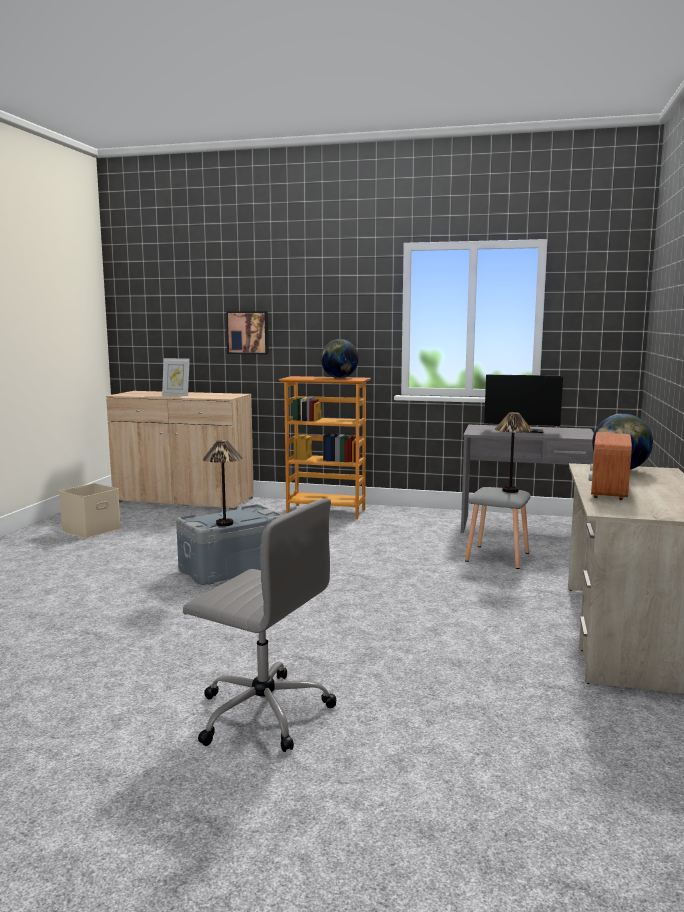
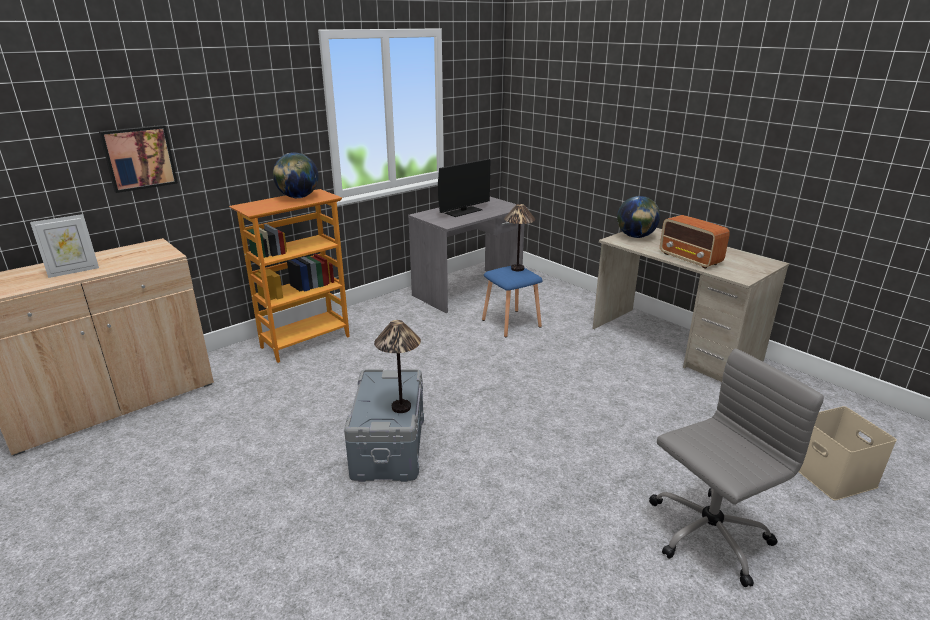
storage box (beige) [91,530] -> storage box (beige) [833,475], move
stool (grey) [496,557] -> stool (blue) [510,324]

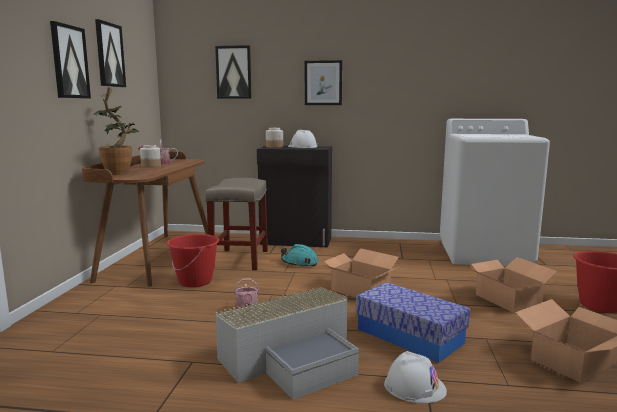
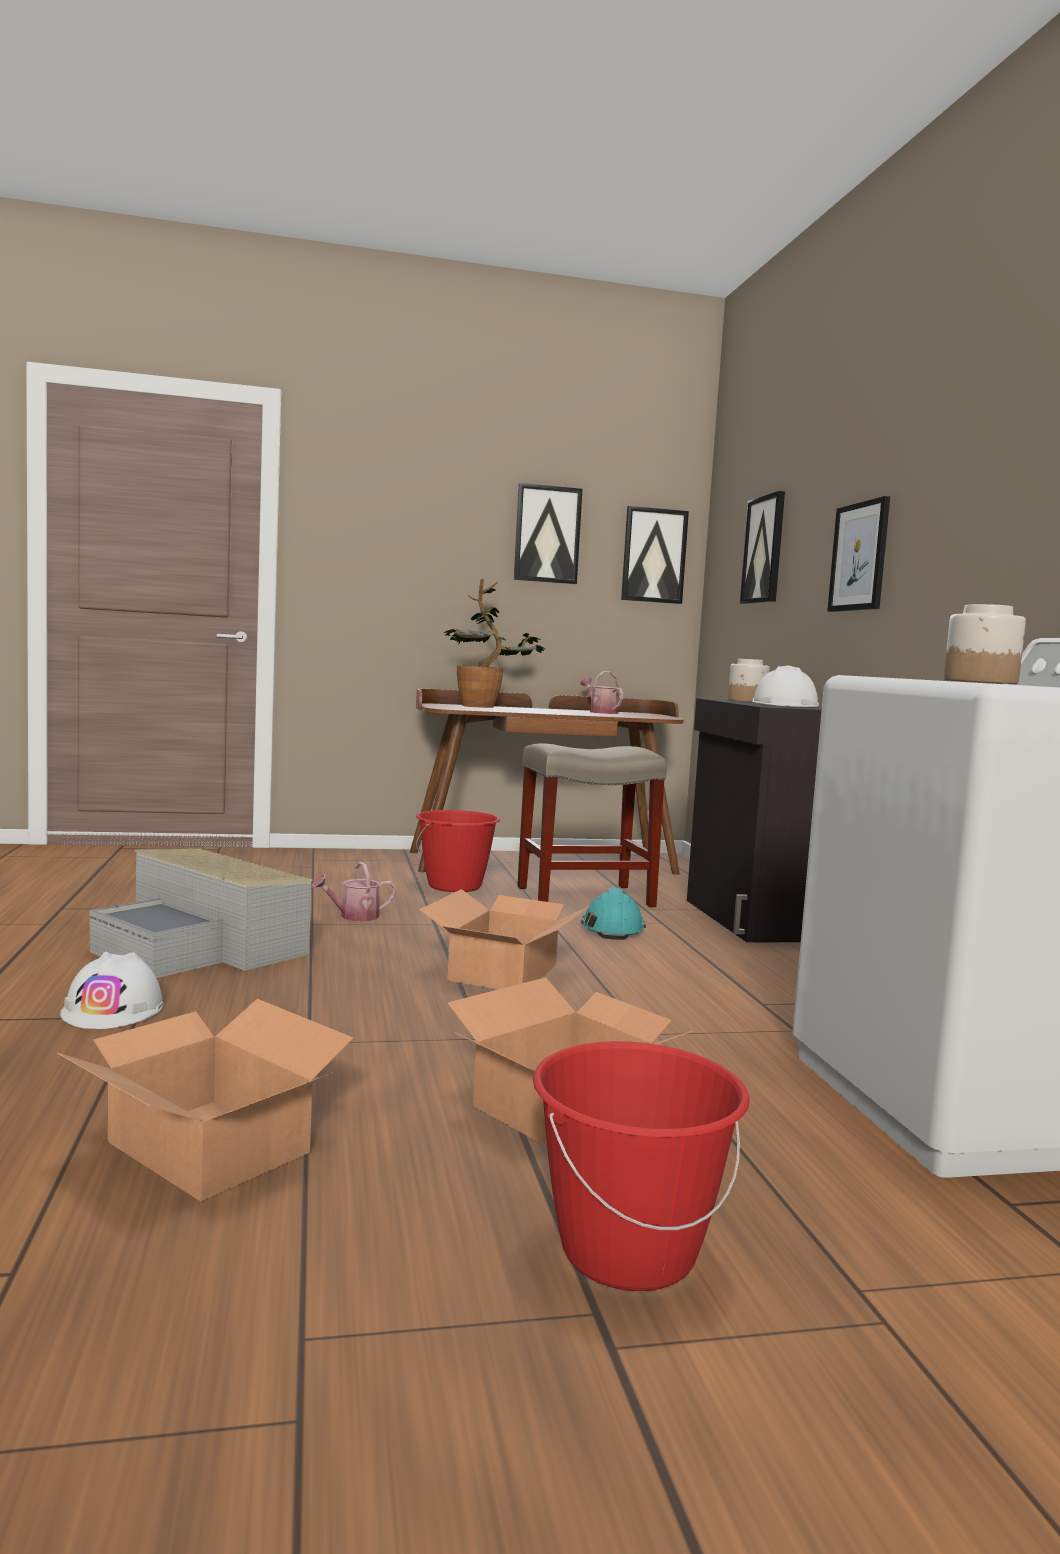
storage box [409,336] -> none
picture [69,62] -> picture [654,555], move
jar [151,166] -> jar [981,682], move

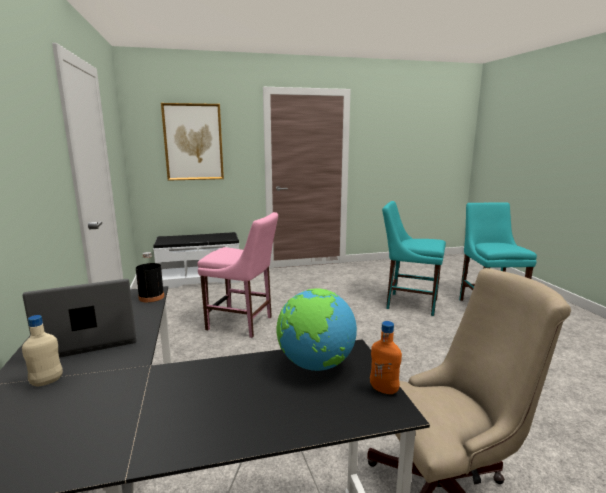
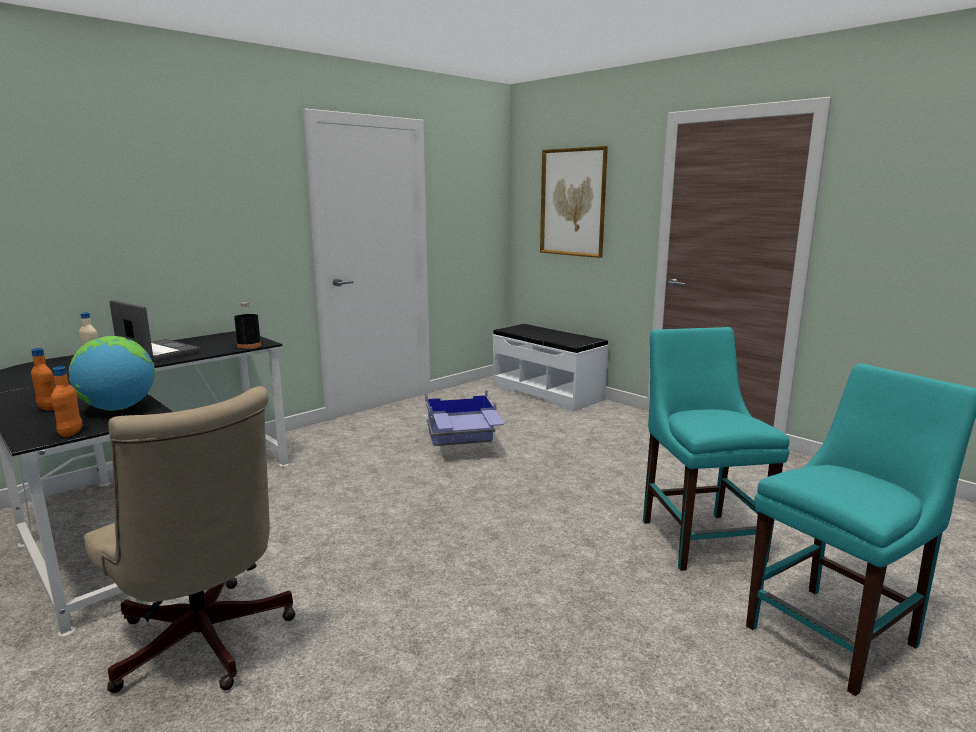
none -> bottle (orange) [48,408]
chair (pink) [242,324] -> storage box (blue) [463,445]

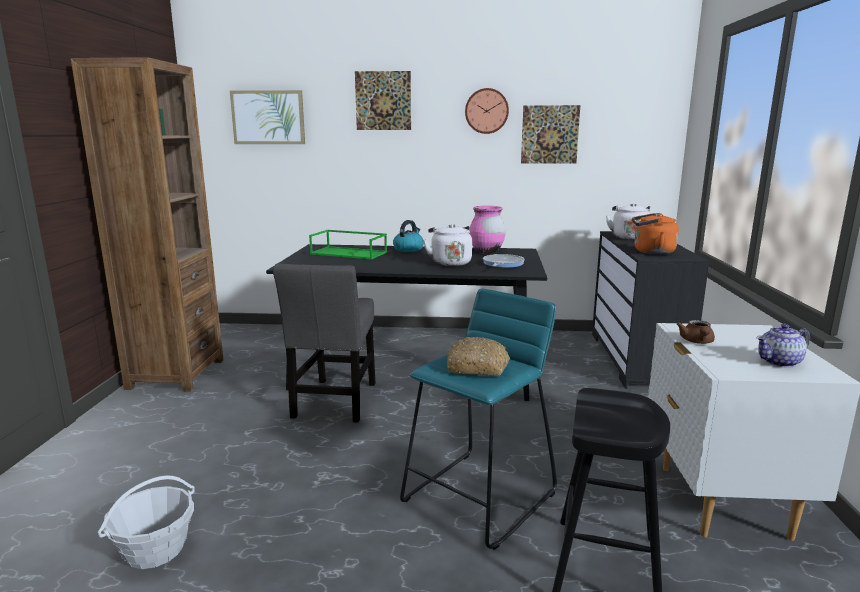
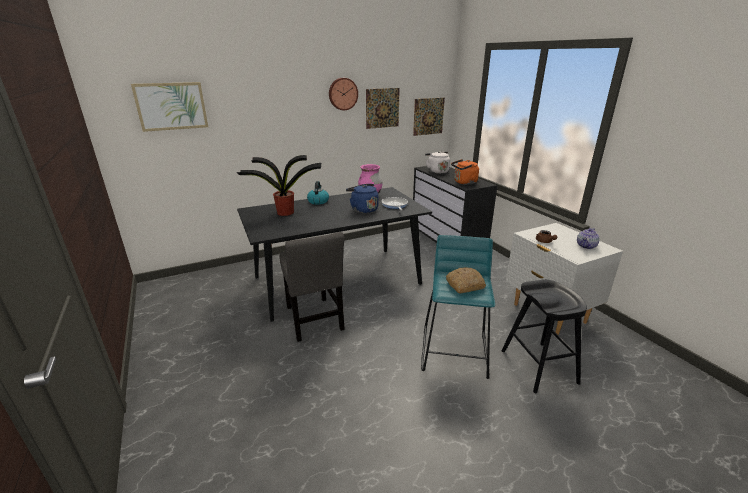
bookcase (brown) [176,374] -> none
basket [155,550] -> none
picture [383,101] -> picture [428,116], move
tray (green) [350,253] -> potted plant [284,212]
kettle (white) [450,262] -> kettle (blue) [363,209]

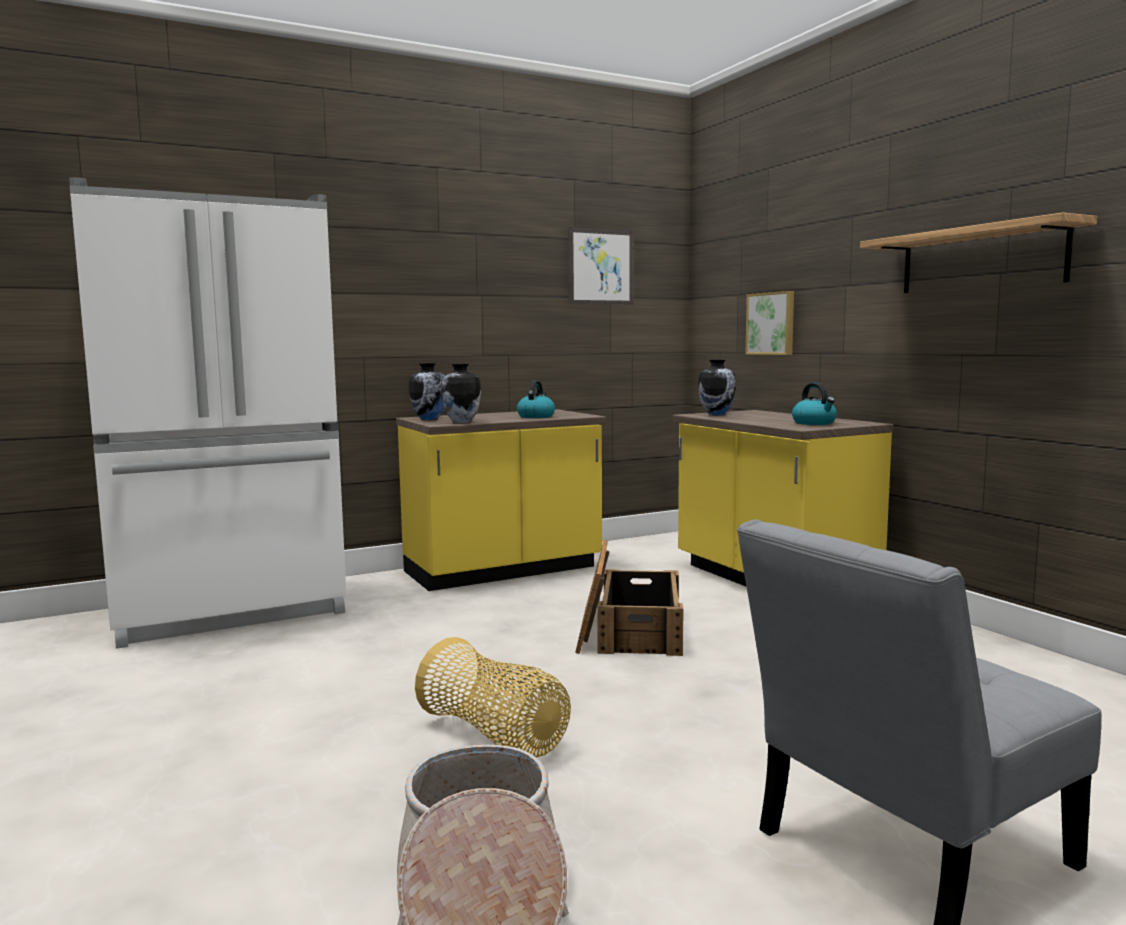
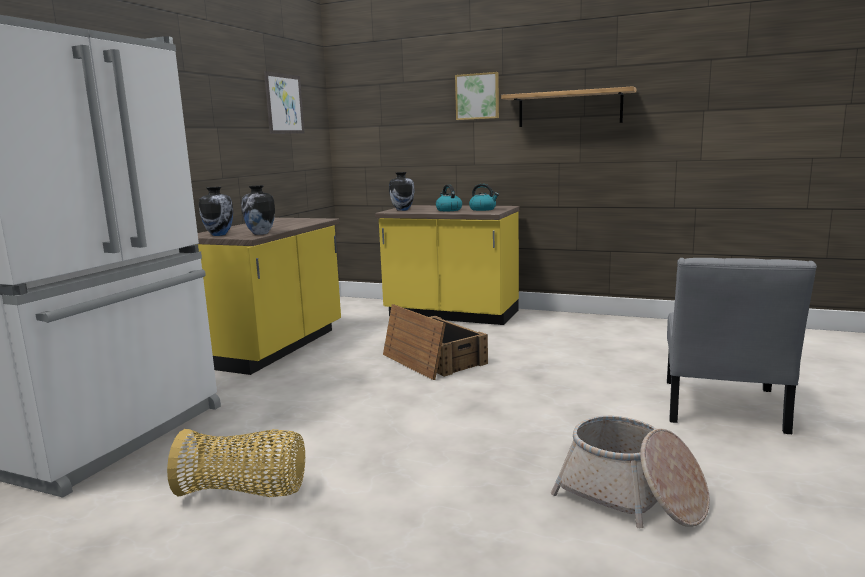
basket [495,736] -> basket [245,492], move
kettle [536,416] -> kettle [448,210], move
picture [771,323] -> picture [477,96], move

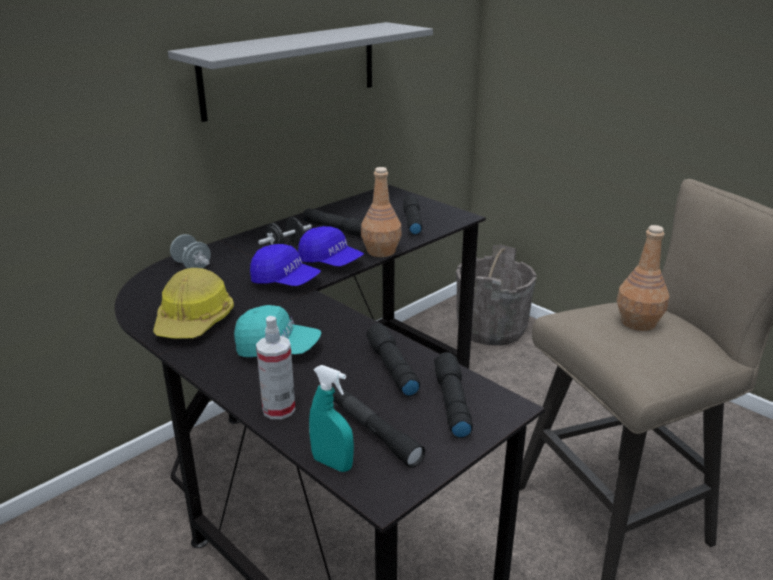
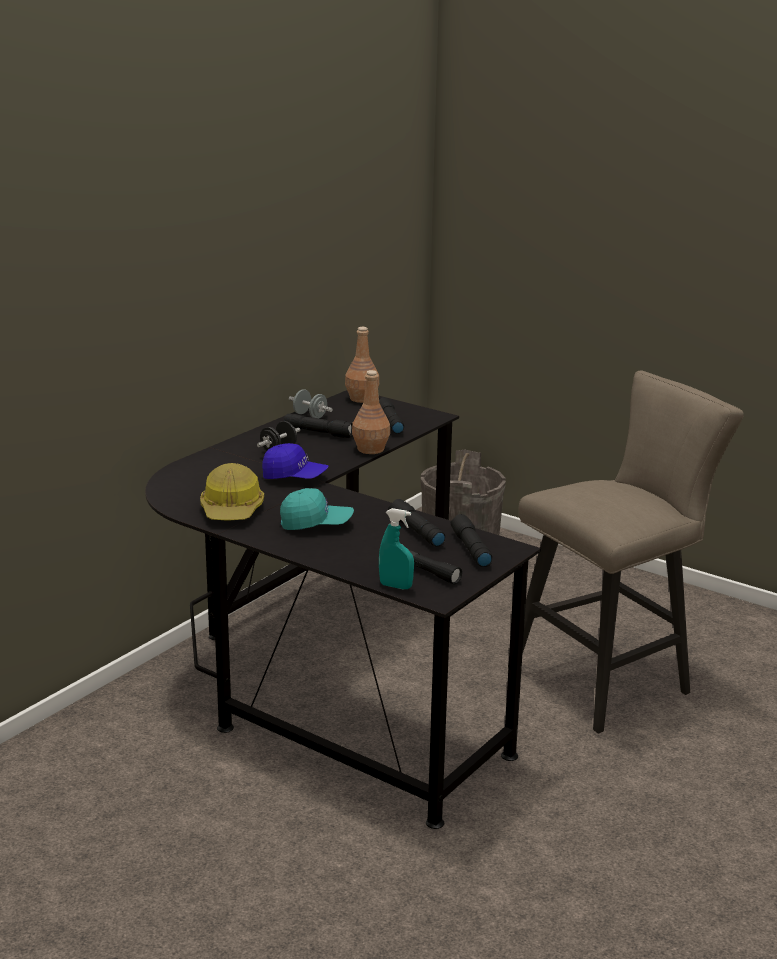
shelf (grey) [291,69] -> none
spray bottle [278,409] -> none
cap (blue) [331,262] -> none
dumbbell (grey) [192,266] -> dumbbell (grey) [310,416], move
bottle (brown) [638,322] -> bottle (brown) [362,399], move

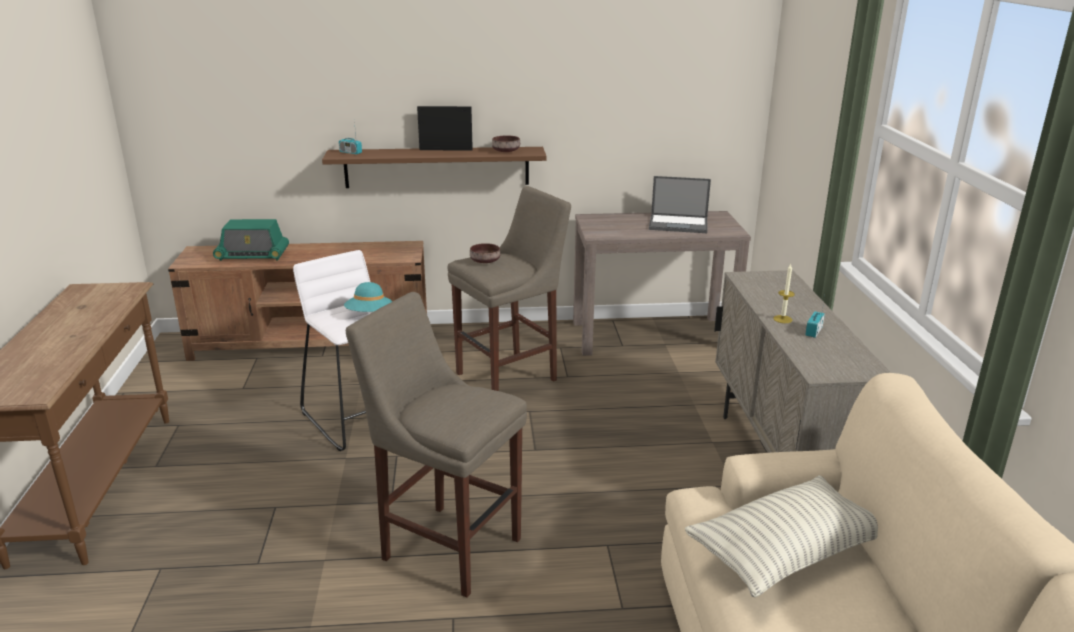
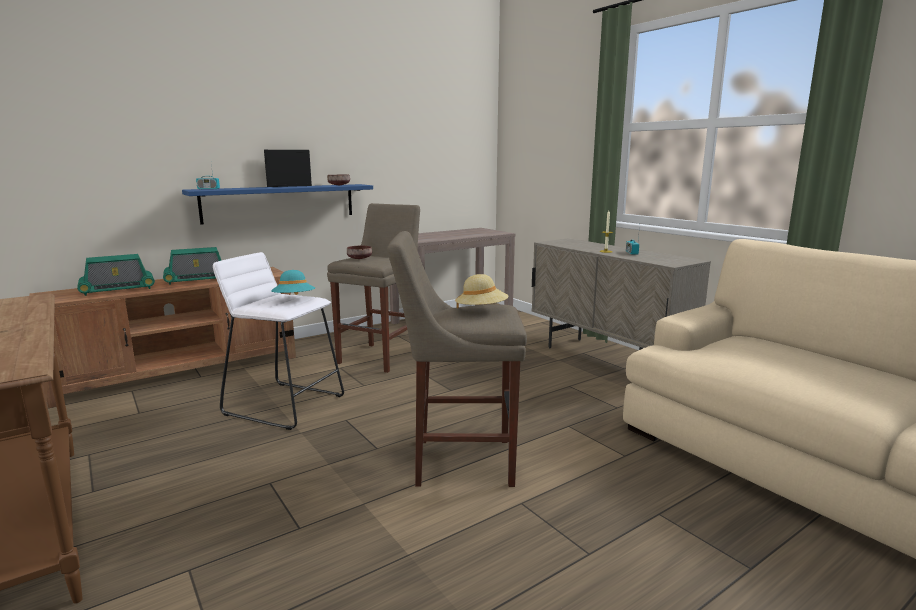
laptop [679,224] -> none
pillow [787,552] -> none
none -> radio [198,279]
none -> hat (beige) [481,311]
shelf (brown) [437,167] -> shelf (blue) [280,203]

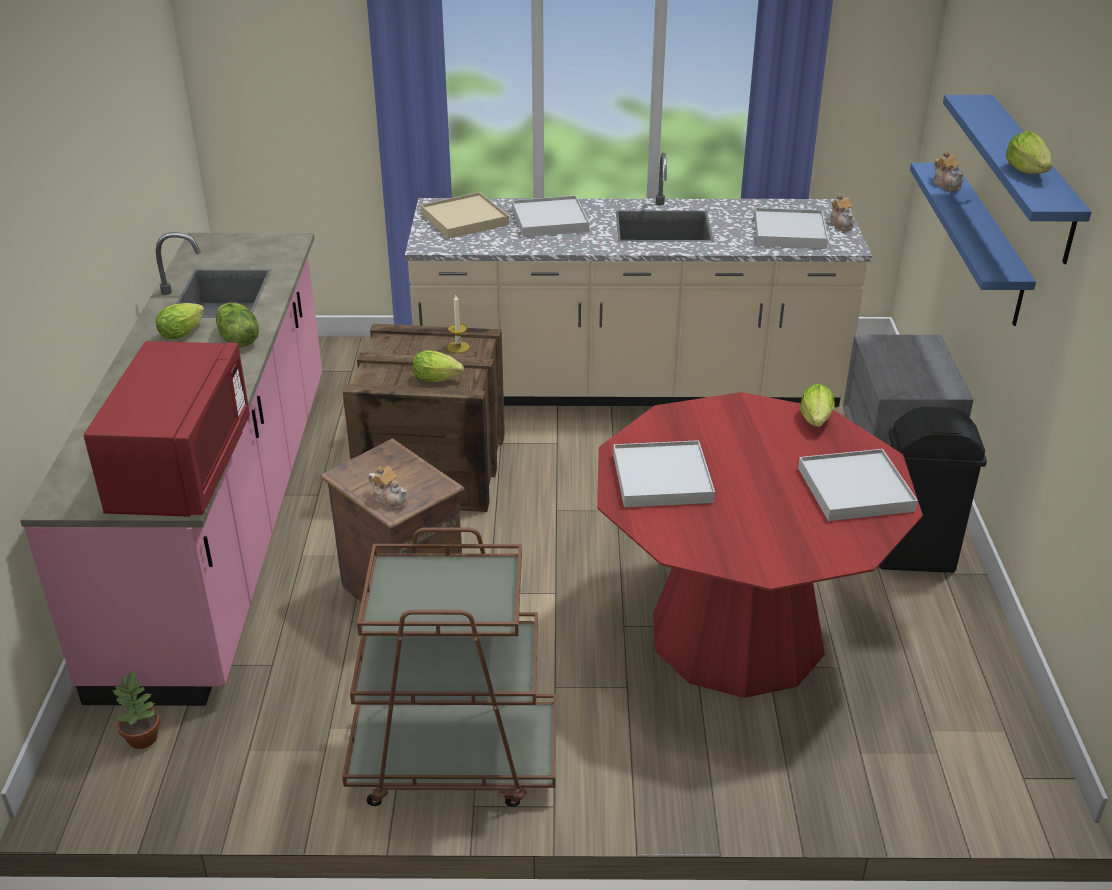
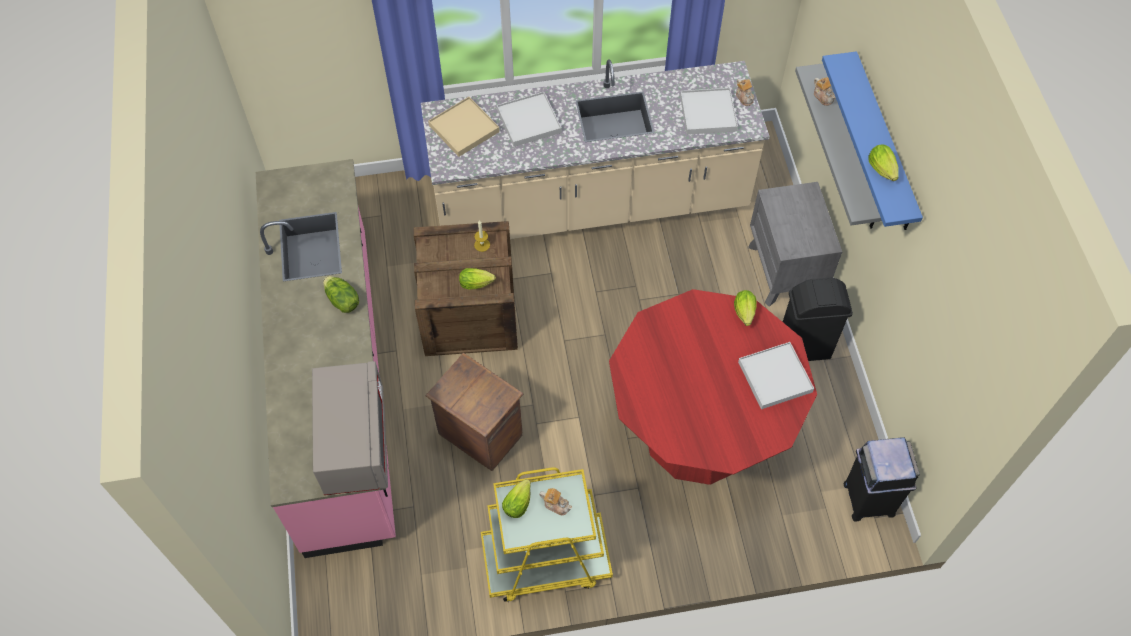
potted plant [144,738] -> none
tray (white) [661,478] -> none
none -> trash can (black) [868,498]
lettuce [184,332] -> lettuce [519,502], move
teapot [390,499] -> teapot [556,504], move
microwave (red) [182,469] -> microwave (grey) [355,442]
cart (brown) [453,759] -> cart (yellow) [545,560]
shelf (blue) [986,243] -> shelf (grey) [851,149]

